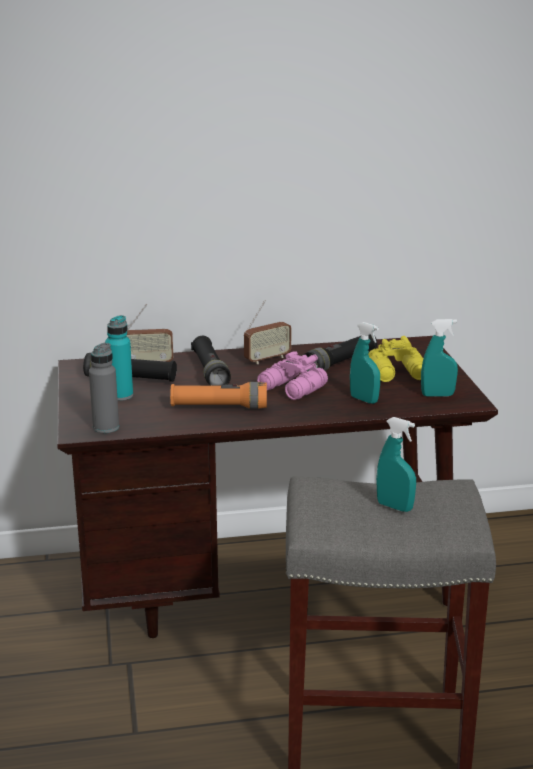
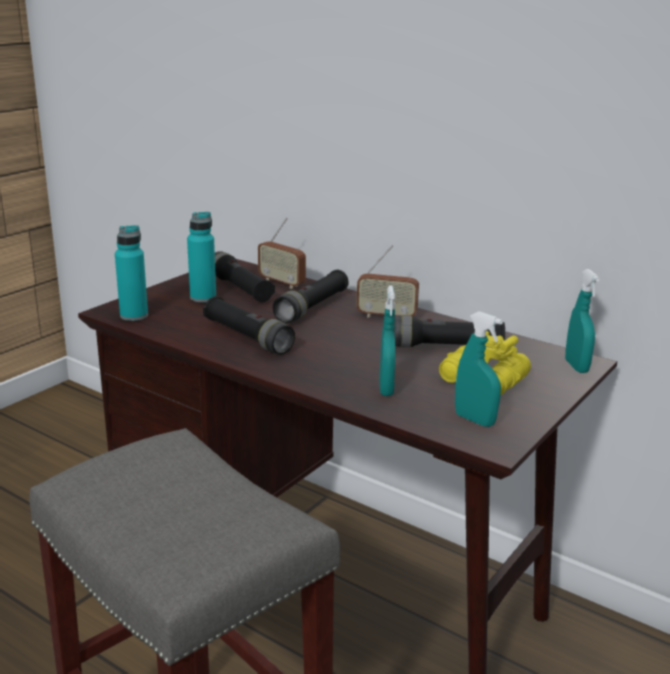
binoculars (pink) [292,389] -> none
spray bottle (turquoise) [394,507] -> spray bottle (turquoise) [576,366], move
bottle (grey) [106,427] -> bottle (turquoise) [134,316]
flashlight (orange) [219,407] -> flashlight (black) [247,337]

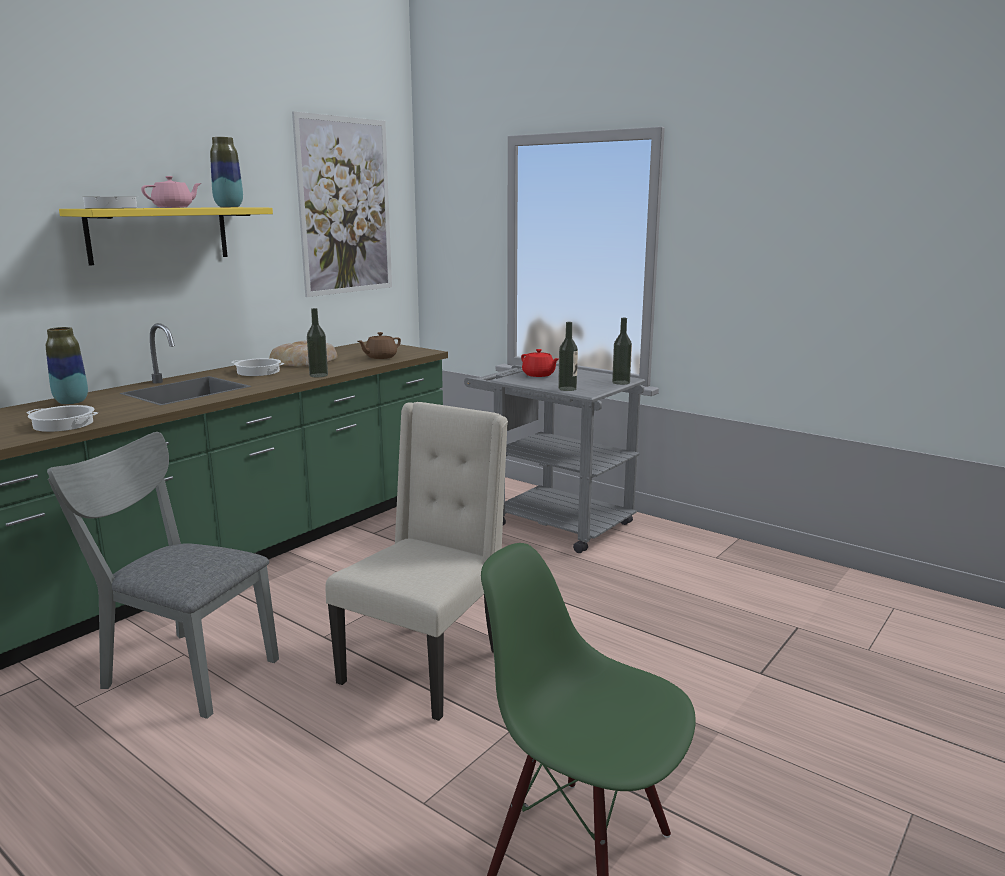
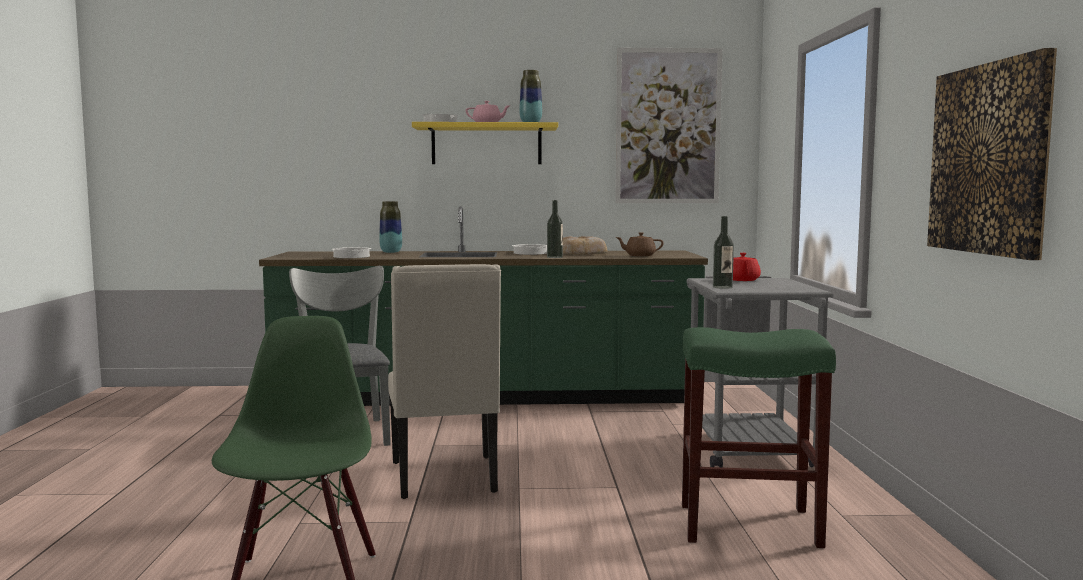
bottle [621,382] -> none
none -> stool (green) [750,525]
none -> picture [989,159]
chair (beige) [426,666] -> chair (beige) [446,478], 90 degrees clockwise

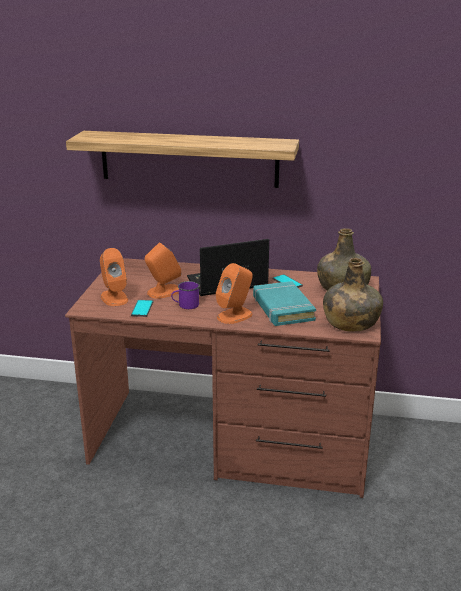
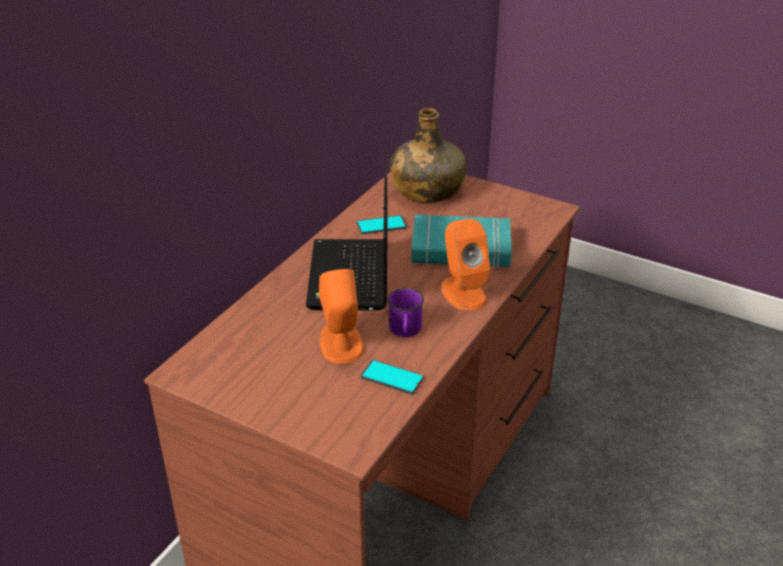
shelf [189,159] -> none
speaker (orange) [114,298] -> none
bottle (green) [350,322] -> none

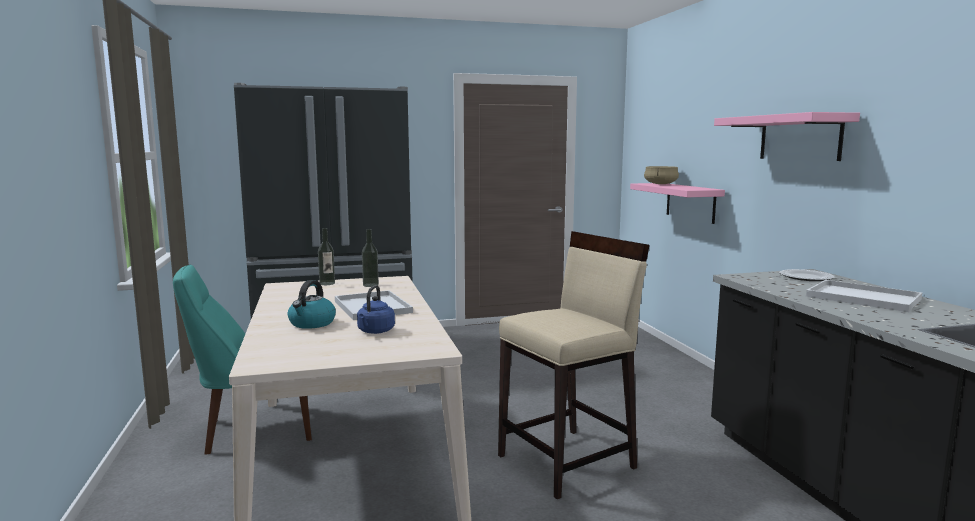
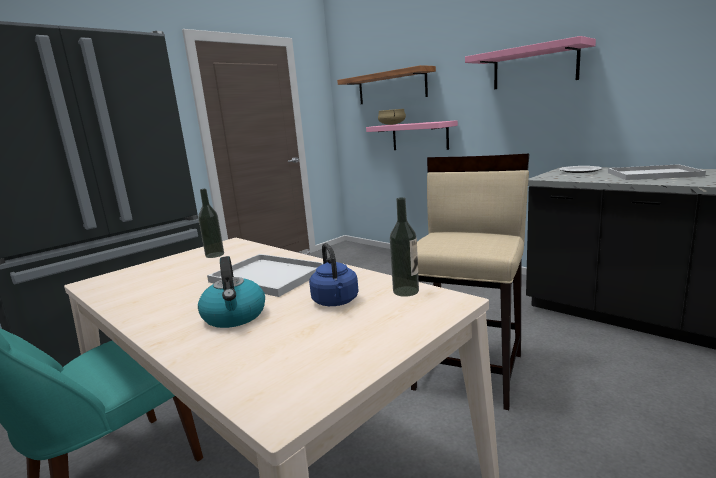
none -> shelf [391,87]
bottle [327,283] -> bottle [406,291], move

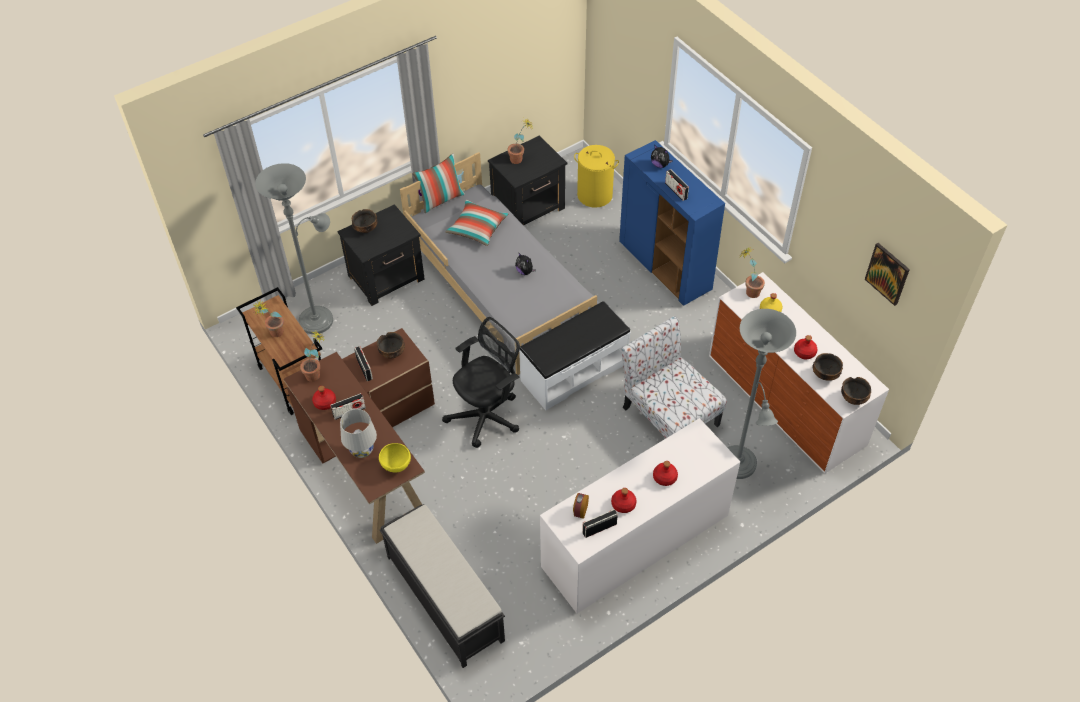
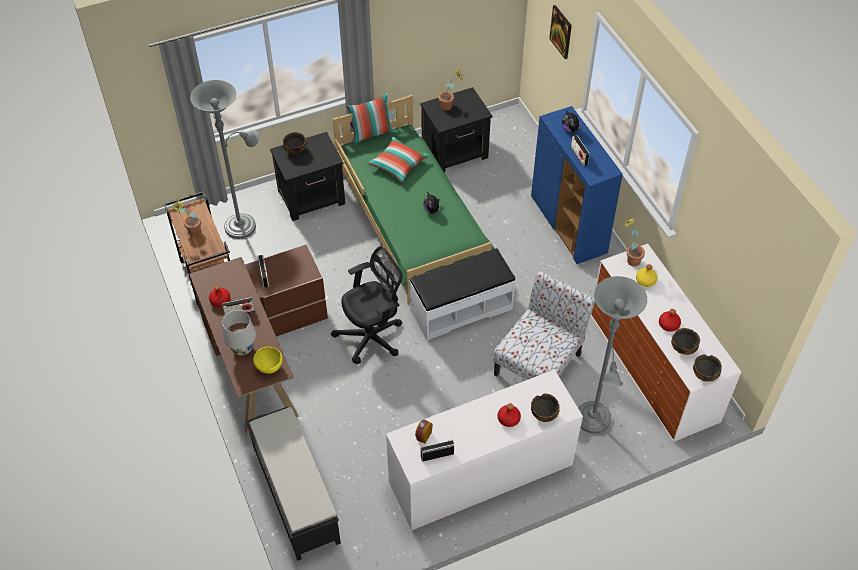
potted plant [317,374] -> none
laundry basket (yellow) [595,195] -> none
bottle (red) [623,504] -> none
bowl [392,353] -> bowl [544,414], move
picture [887,273] -> picture [561,31], move
bed (grey) [500,288] -> bed (green) [412,222]
chair [668,414] -> chair [539,363], 60 degrees clockwise

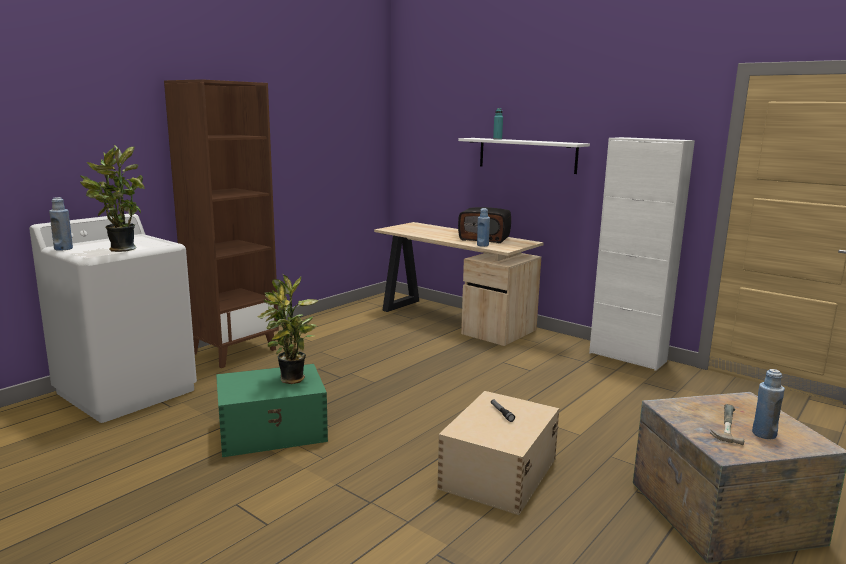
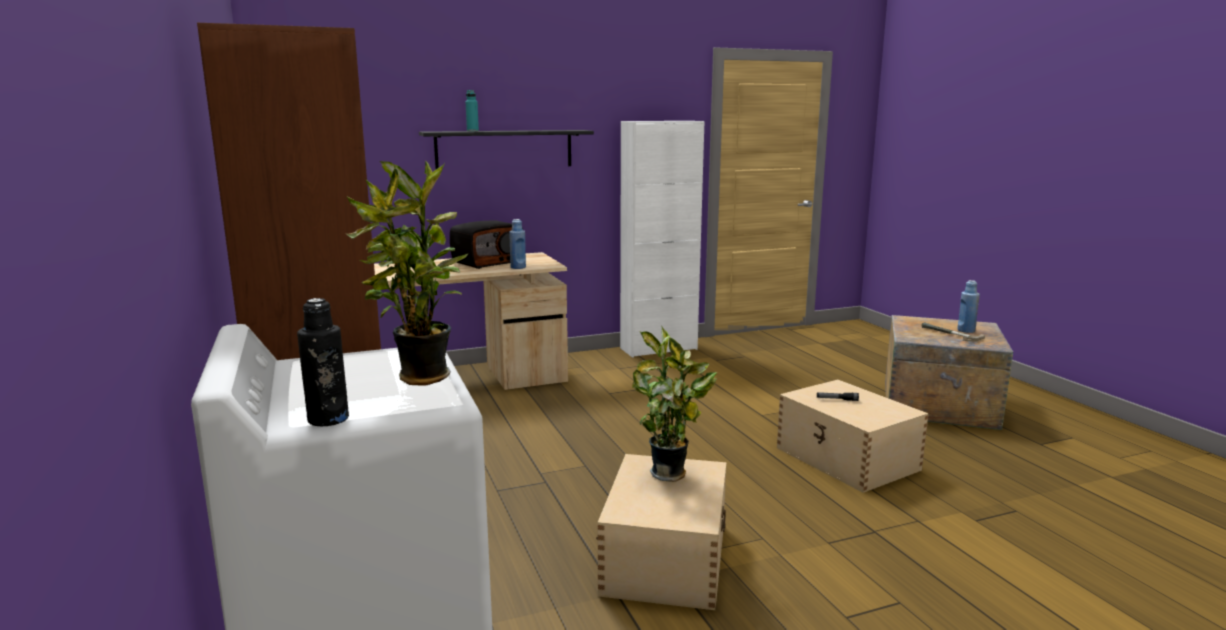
bottle (blue) [63,249] -> bottle (black) [328,419]
storage box (green) [273,431] -> storage box (beige) [666,558]
shelf (white) [527,155] -> shelf (black) [504,149]

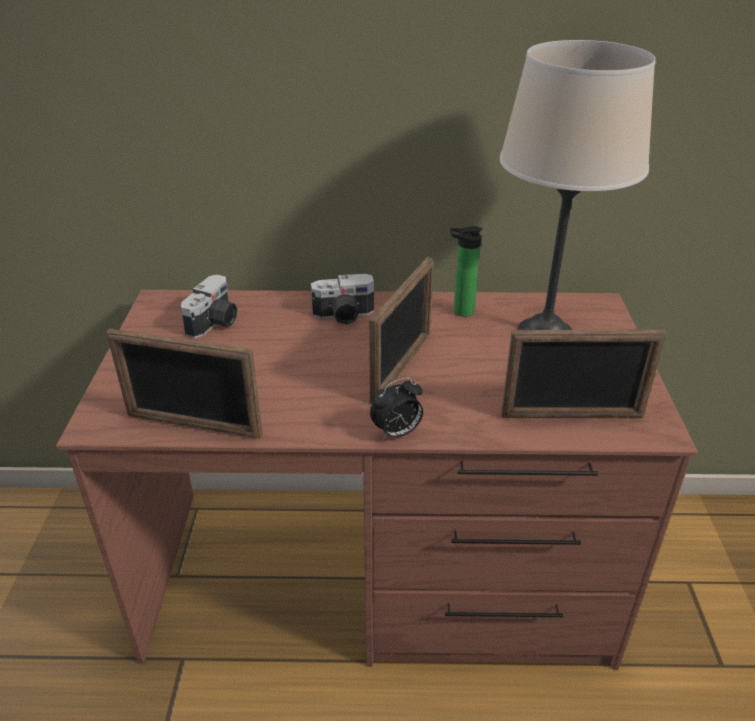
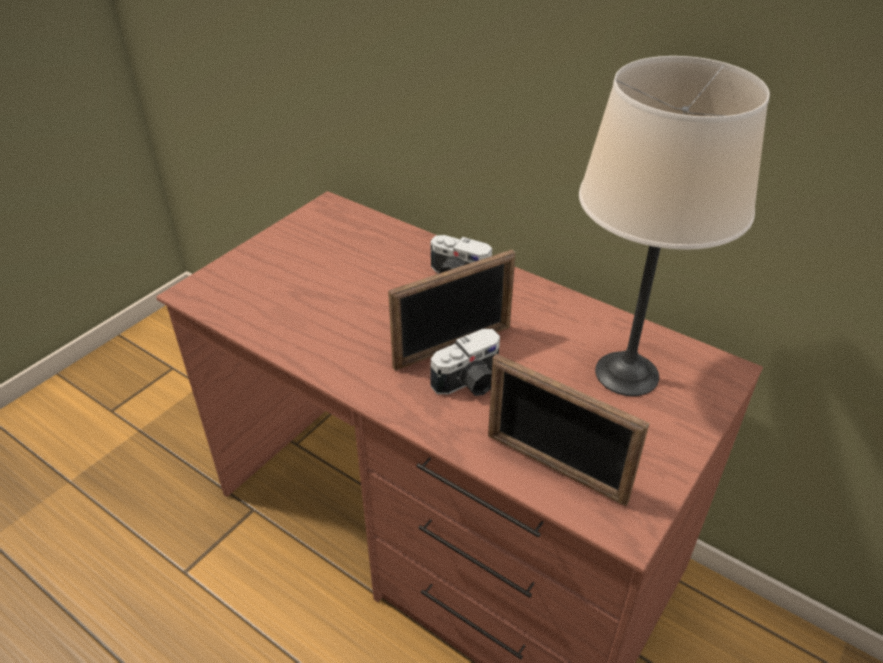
picture frame [193,425] -> none
alarm clock [397,433] -> none
bottle [460,311] -> none
photo camera [215,323] -> photo camera [470,383], move

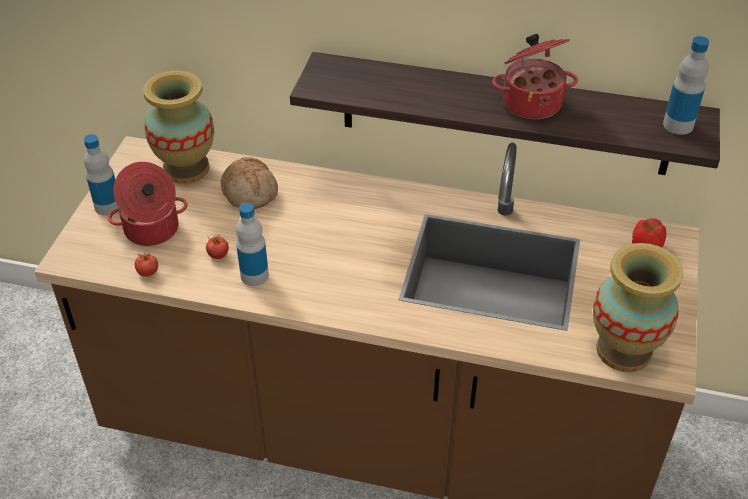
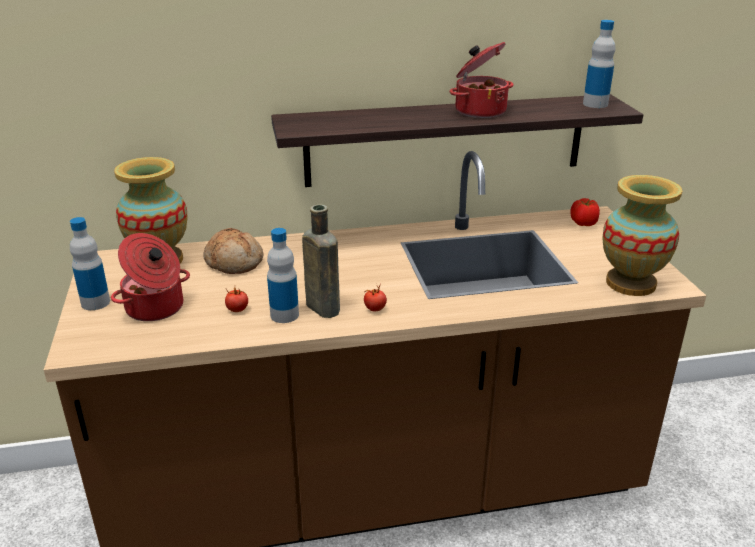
none -> bottle (brown) [321,307]
tomato [148,272] -> tomato [375,309], move

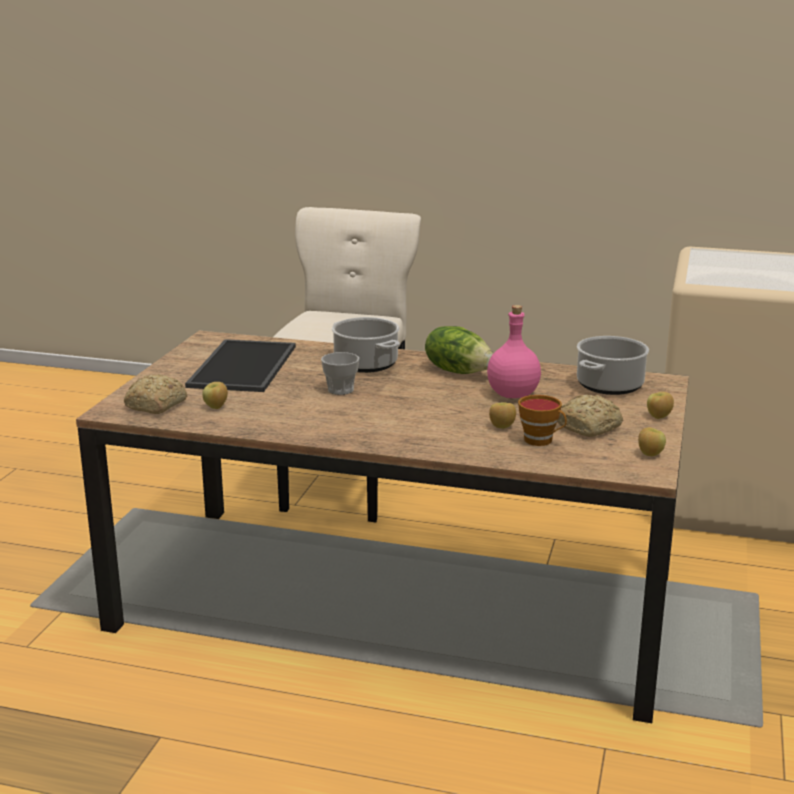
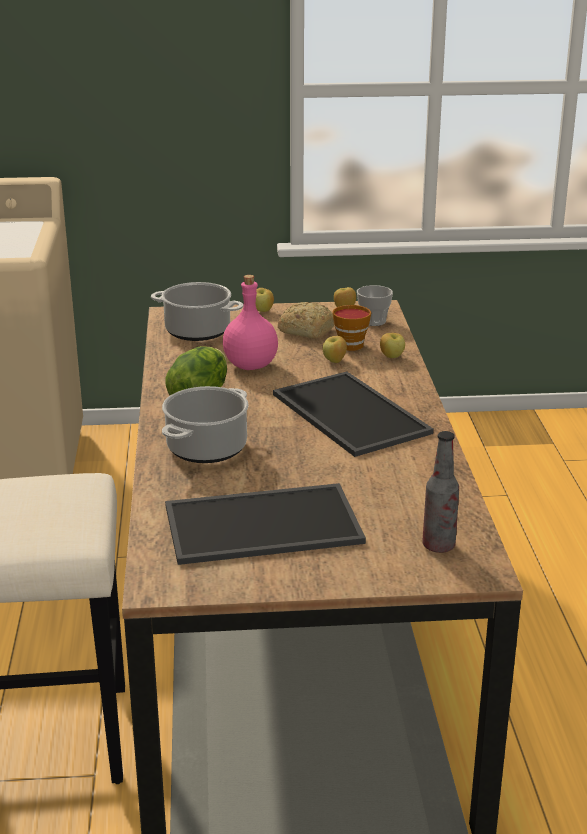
none -> tray [347,413]
apple [216,407] -> apple [392,357], move
cup [340,390] -> cup [373,321], move
bread [155,406] -> bottle [438,546]

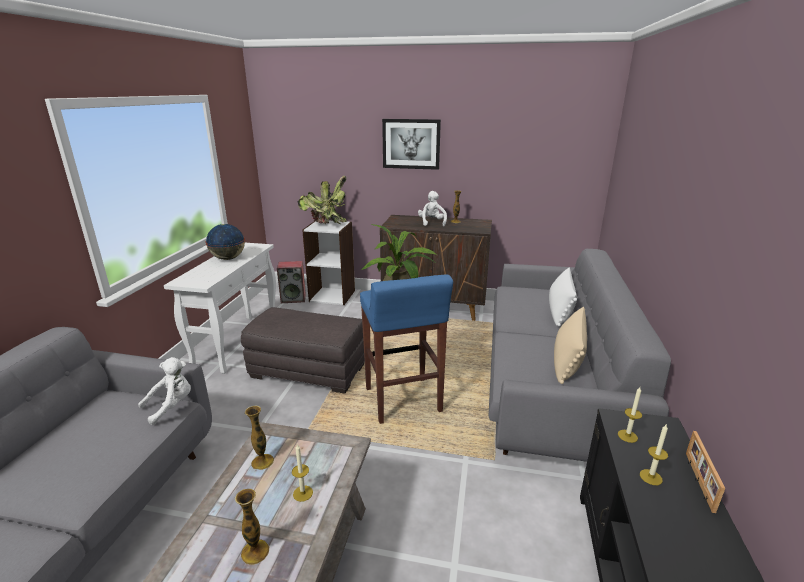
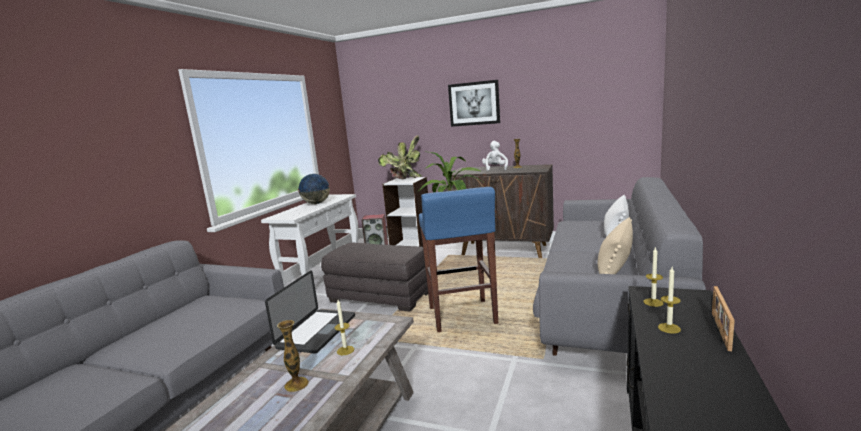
plush toy (white) [171,406] -> none
vase [262,462] -> laptop [317,331]

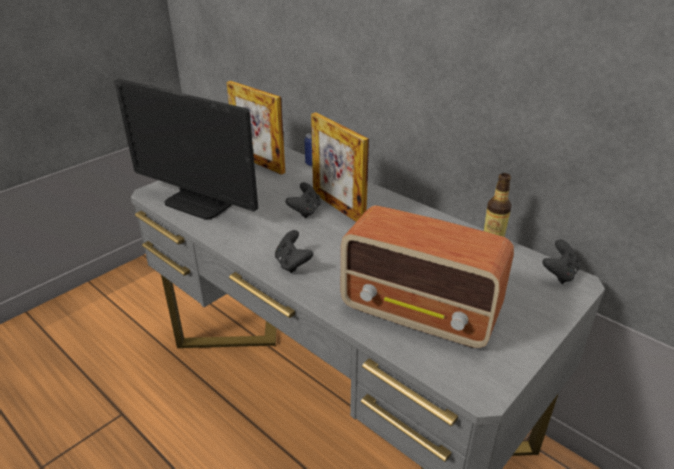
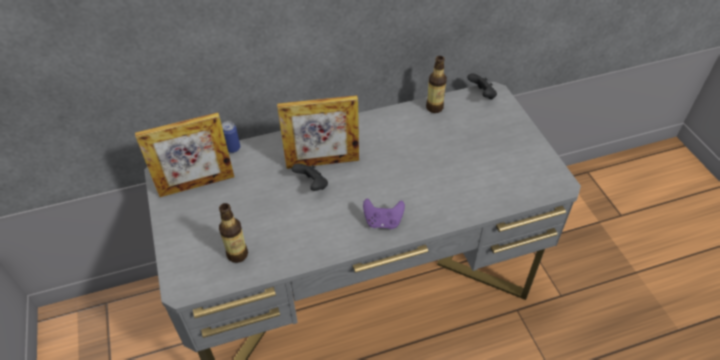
radio [421,314] -> none
monitor [199,203] -> bottle [237,254]
game controller (black) [292,264] -> game controller (purple) [383,221]

